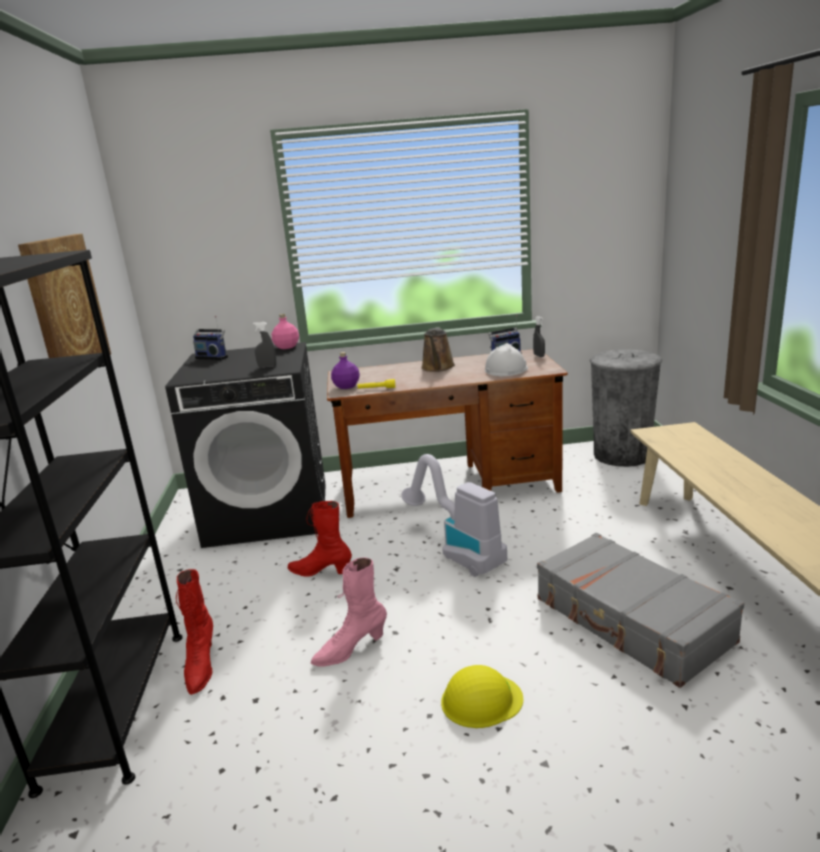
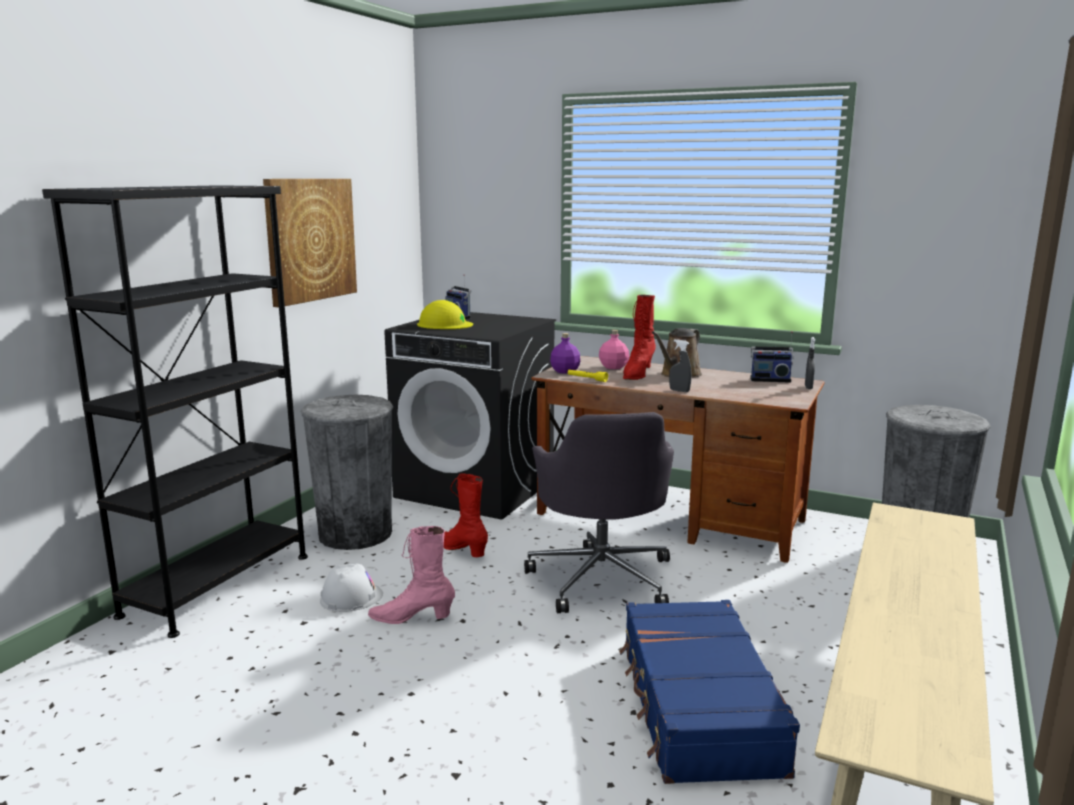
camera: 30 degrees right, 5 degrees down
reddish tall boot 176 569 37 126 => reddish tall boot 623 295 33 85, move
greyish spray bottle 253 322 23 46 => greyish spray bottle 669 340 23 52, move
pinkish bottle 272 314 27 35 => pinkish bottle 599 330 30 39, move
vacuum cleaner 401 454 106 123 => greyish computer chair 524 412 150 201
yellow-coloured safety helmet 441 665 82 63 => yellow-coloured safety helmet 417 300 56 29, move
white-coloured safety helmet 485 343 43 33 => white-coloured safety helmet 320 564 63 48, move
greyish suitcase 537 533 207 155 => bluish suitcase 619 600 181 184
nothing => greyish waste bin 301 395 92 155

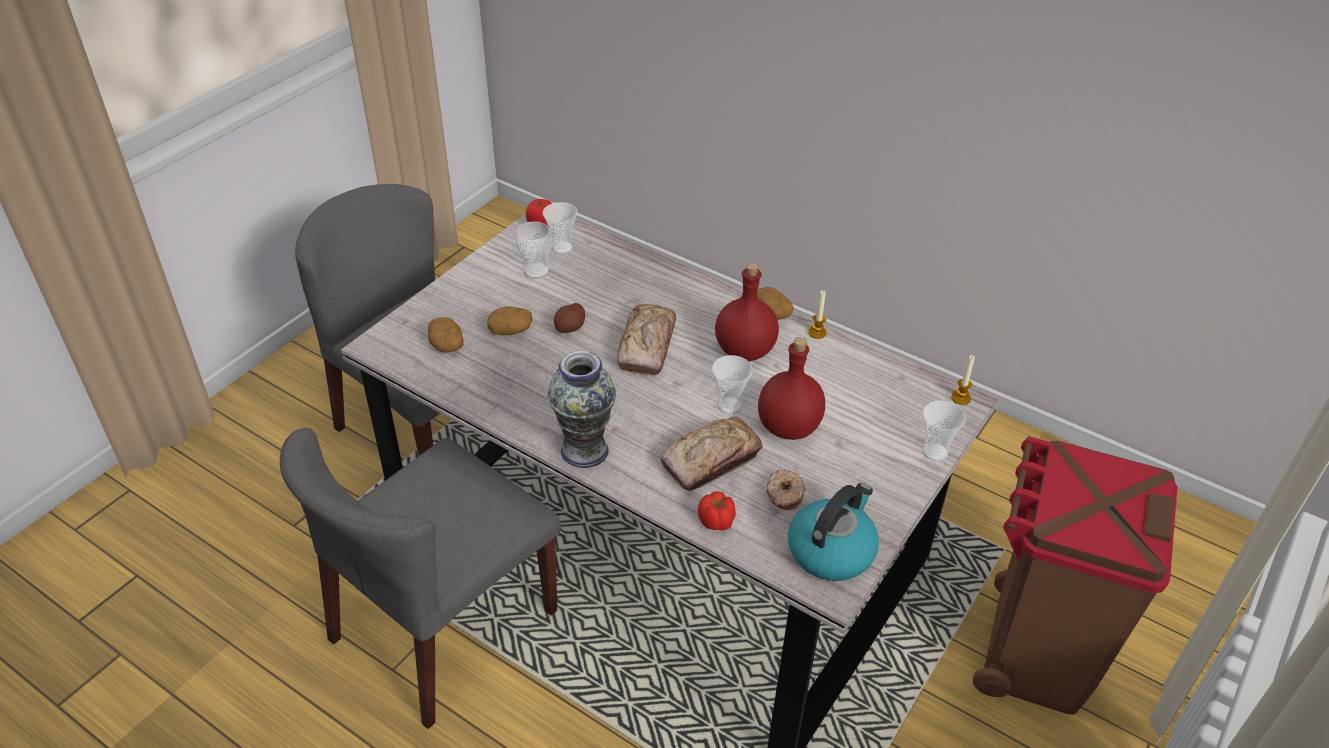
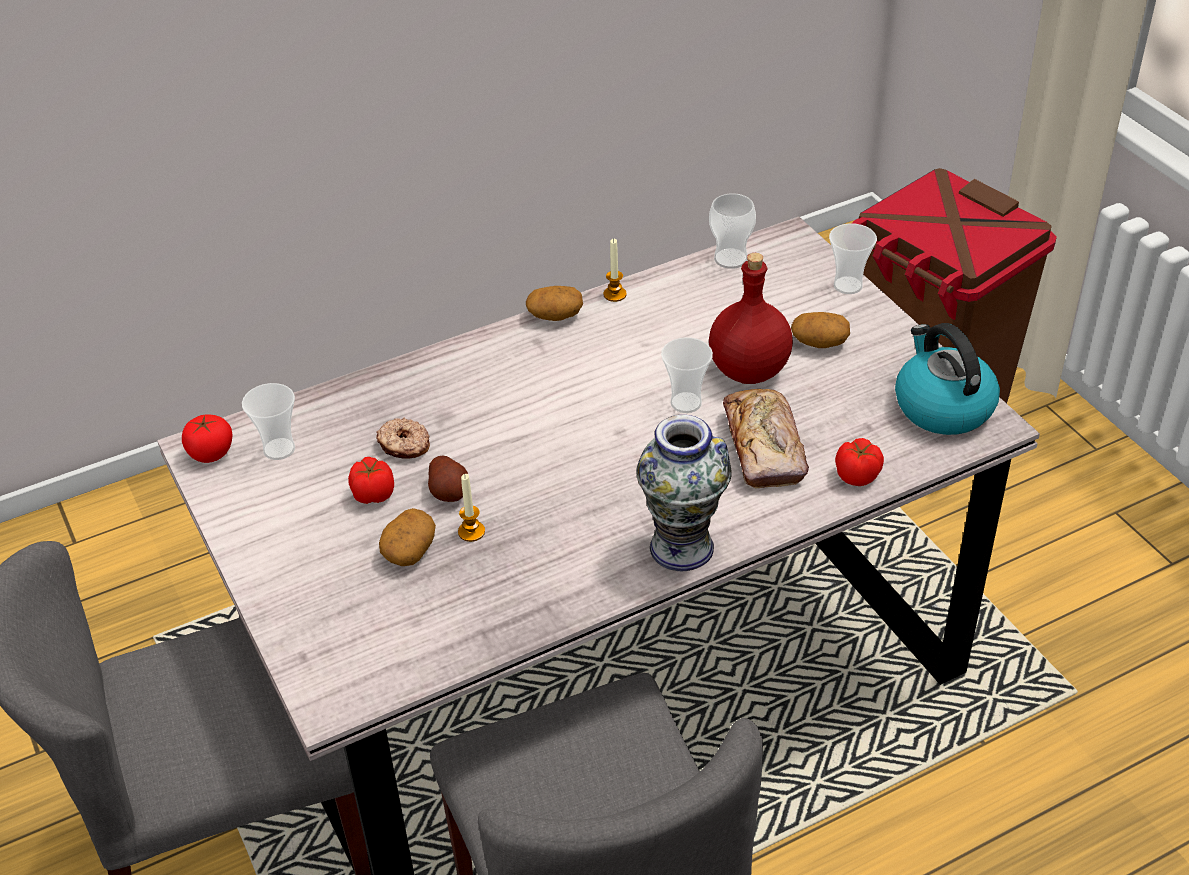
camera: 60 degrees left, 0 degrees up
whole potato 428 317 36 36 => whole potato 791 312 59 36, move
cup 516 221 36 58 => cup 709 193 47 76, move
bakery bread 617 304 59 72 => nothing
reddish bottle 715 263 64 98 => nothing
doughnut 766 470 40 40 => doughnut 376 418 54 41, move
wax candle 951 355 24 50 => wax candle 458 474 27 68, move
nothing => fresh tomato 348 457 46 47

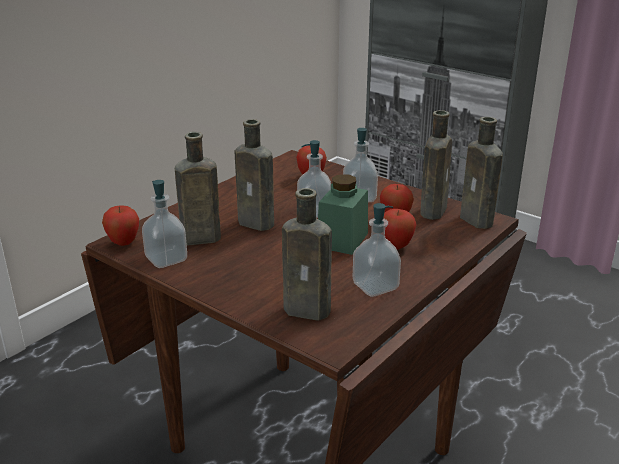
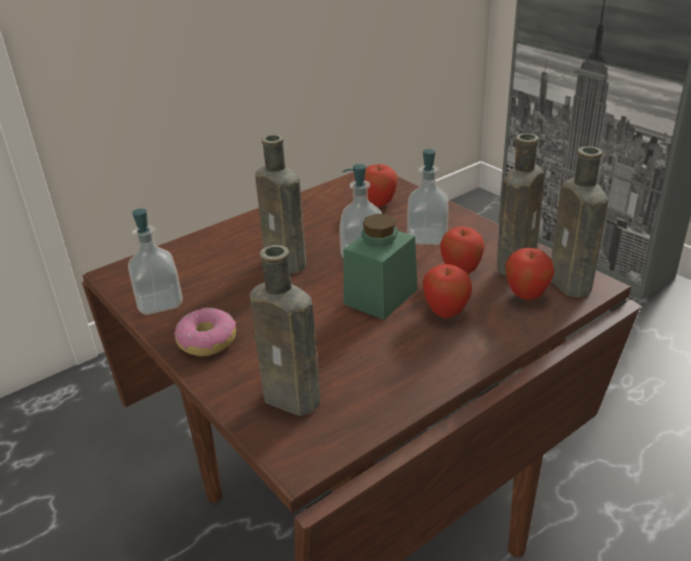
camera: 15 degrees right, 5 degrees up
whole apple 102 206 37 40 => whole apple 505 248 50 52, move
brownish bottle 175 132 46 114 => nothing
soap bottle 353 203 48 94 => nothing
nothing => doughnut 174 307 62 49

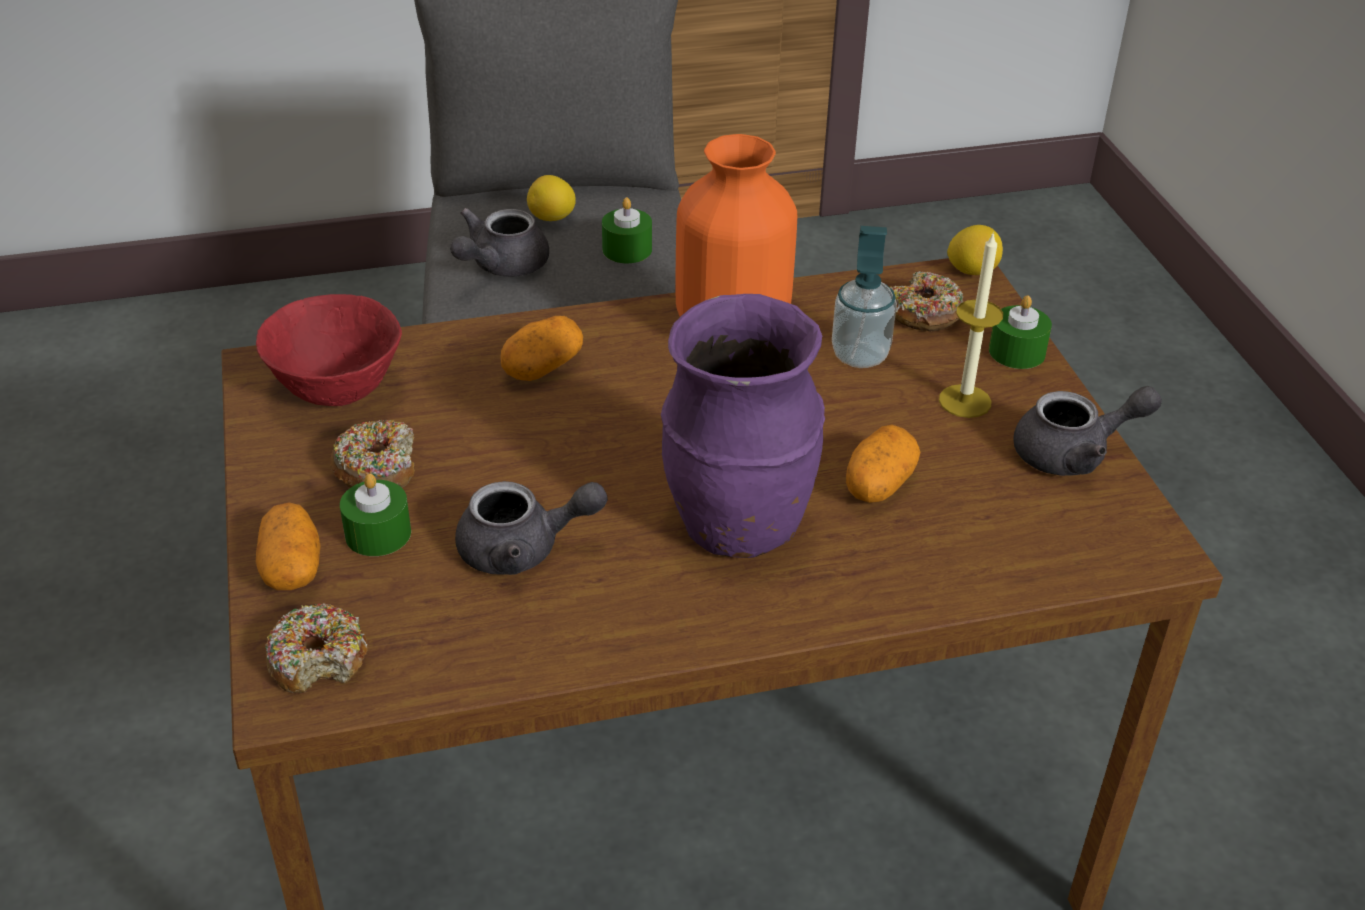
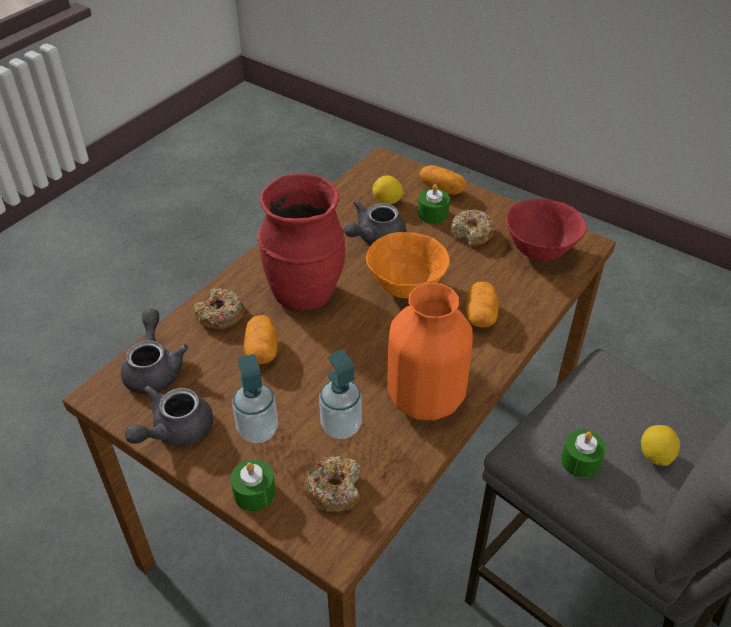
camera: 140 degrees right, 5 degrees up
doughnut 265 603 102 90 => doughnut 194 288 51 42, move
greyish teapot 450 208 99 69 => greyish teapot 121 309 67 86, move
purple-coloured decorative vase 661 294 164 264 => reddish decorative vase 257 174 88 138
wax candle 939 231 64 187 => soap bottle 232 354 46 89
lemon 947 225 56 50 => lemon 372 175 31 29, move
nothing => orangey serving bowl 366 232 84 67

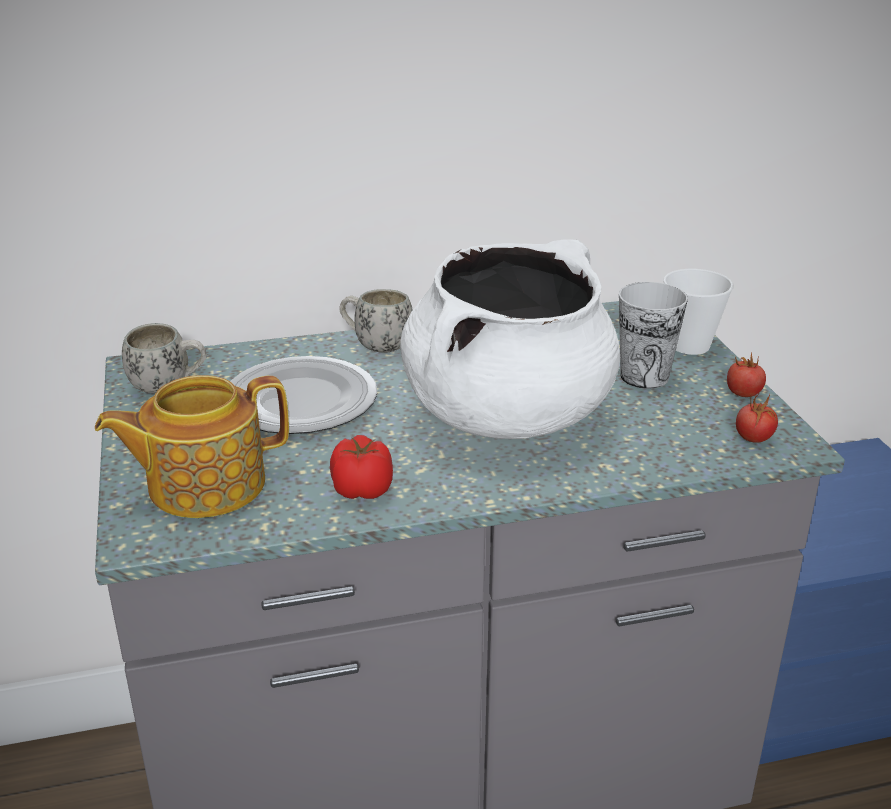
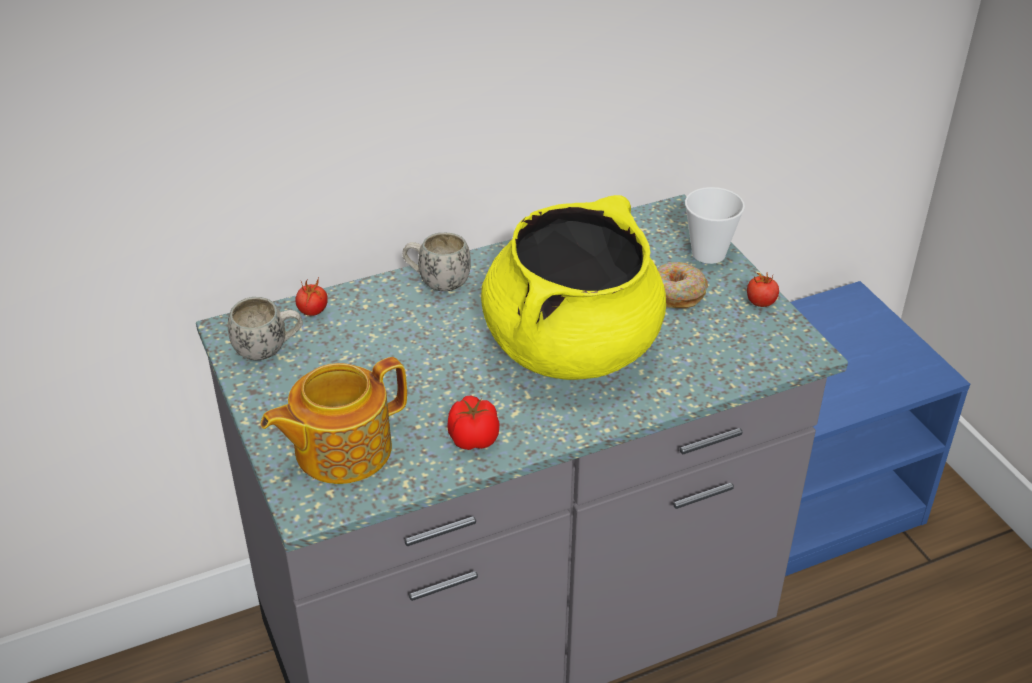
camera: 10 degrees left, 10 degrees up
flat dish 230 356 147 78 => nothing
white-coloured stockpot 400 239 220 200 => yellow-coloured stockpot 481 195 185 185
cup 619 282 69 107 => doughnut 657 262 51 46
fresh tomato 736 394 42 49 => fresh tomato 295 276 33 40, move

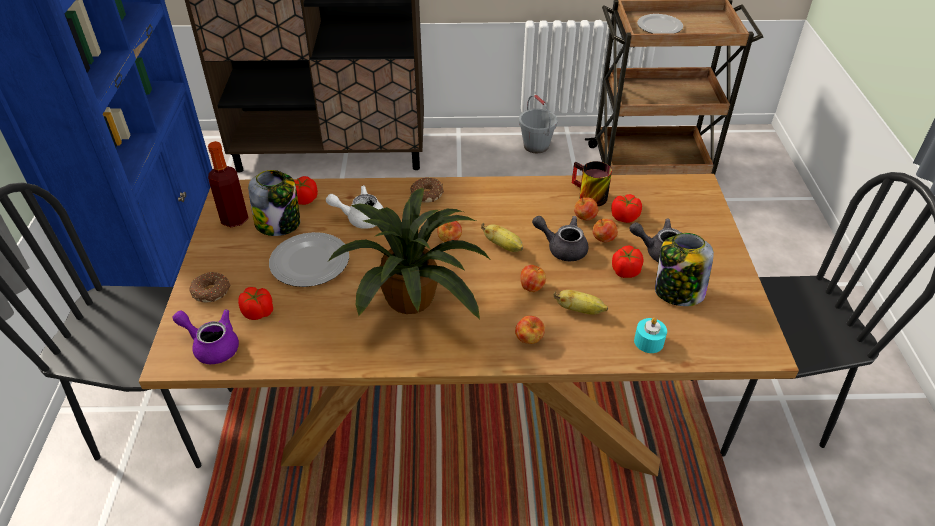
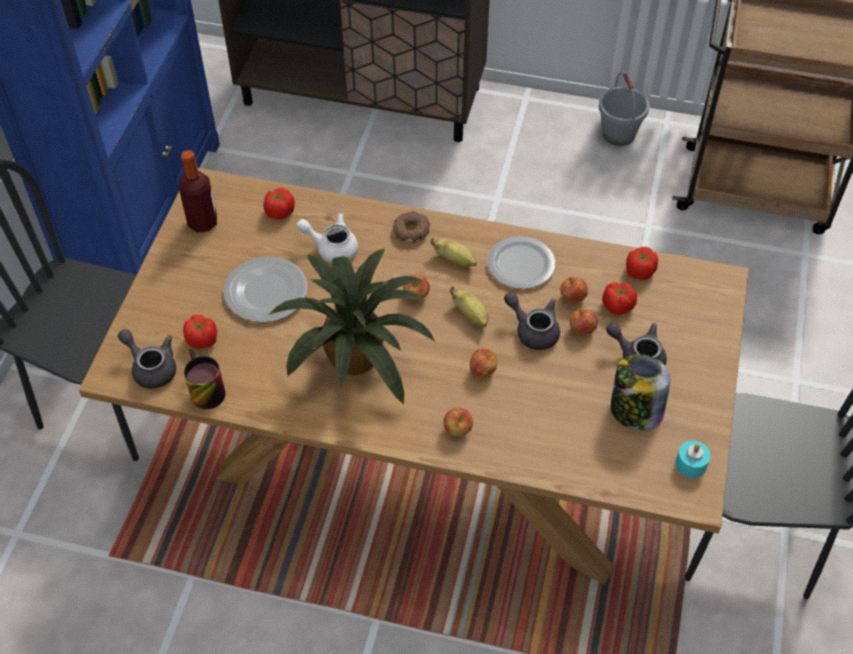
camera: 15 degrees right, 10 degrees up
purple-coloured teapot 173 310 66 54 => greyish teapot 118 329 58 60
doughnut 189 272 41 31 => nothing
storage jar 248 170 52 66 => nothing
banana fruit 554 290 54 25 => banana fruit 431 238 46 29, move
coffee mug 572 161 40 45 => coffee mug 184 349 42 60, move
fresh tomato 612 246 32 32 => fresh tomato 626 247 32 33, move
turquoise wax candle 634 318 33 35 => turquoise wax candle 676 441 34 37, move
flat dish 637 14 46 20 => flat dish 487 236 69 53, move

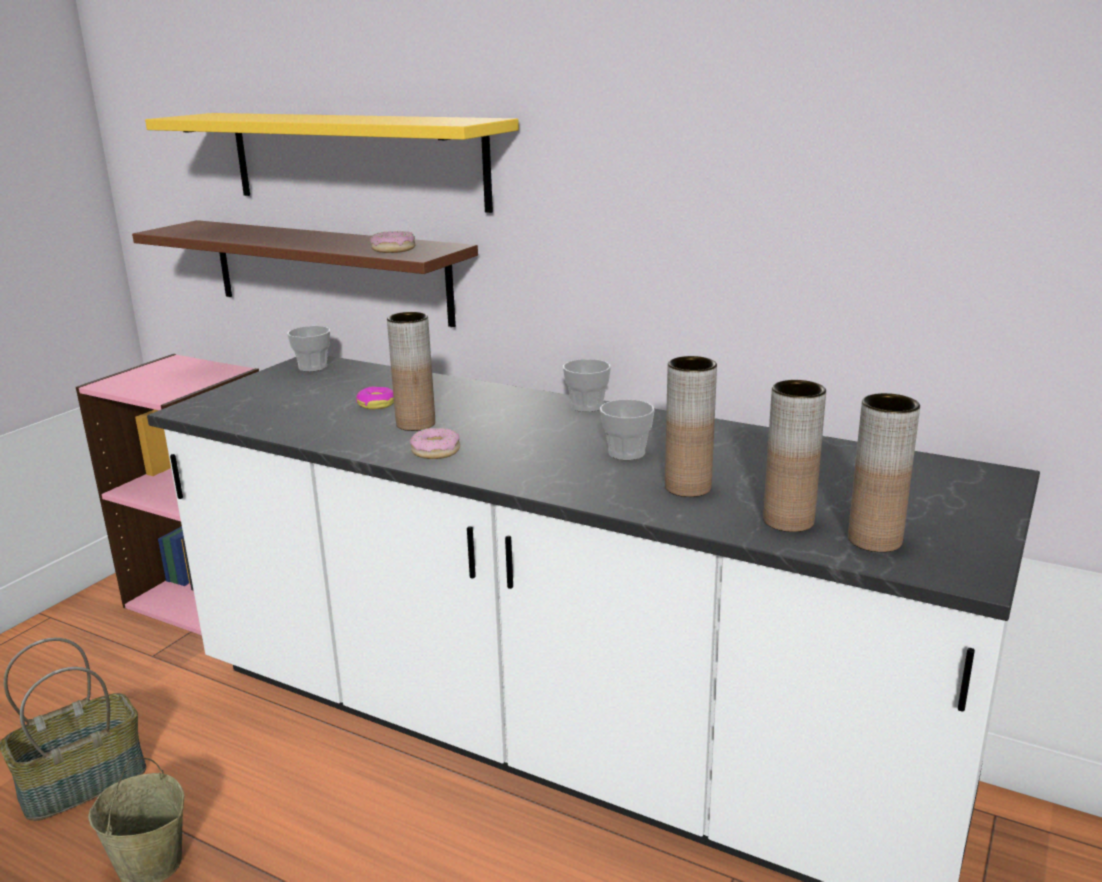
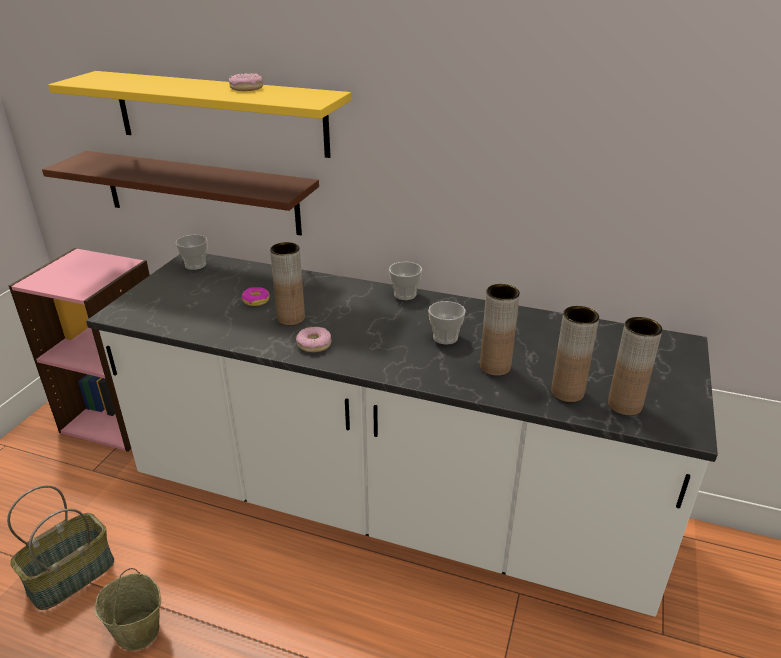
camera: 10 degrees left, 10 degrees up
doughnut 370 231 46 22 => doughnut 228 73 35 18, move

